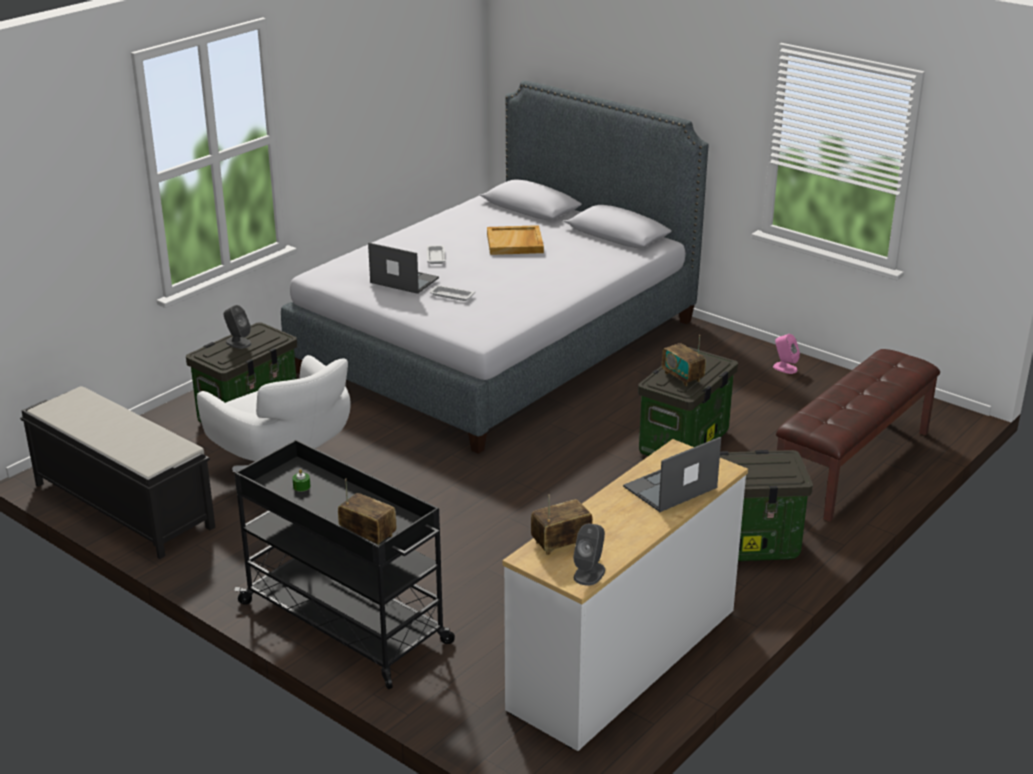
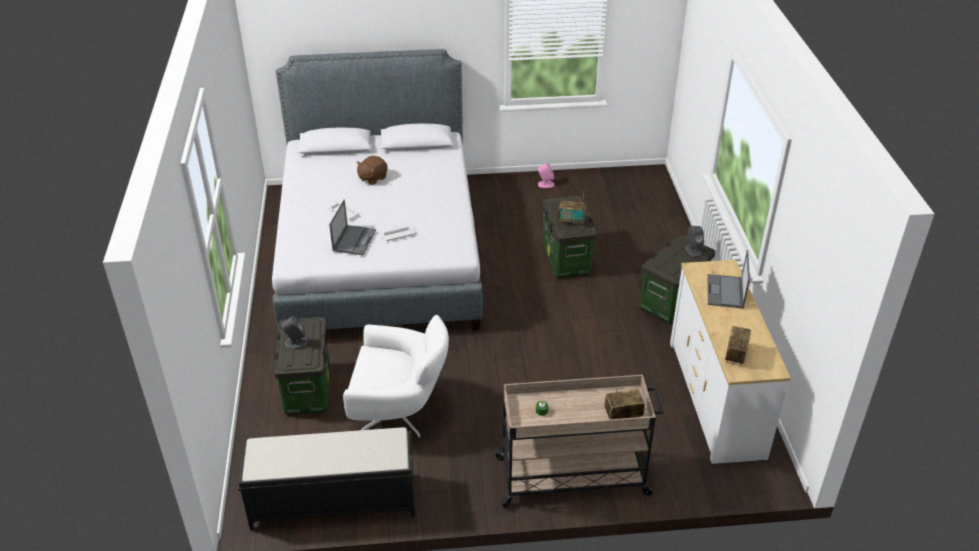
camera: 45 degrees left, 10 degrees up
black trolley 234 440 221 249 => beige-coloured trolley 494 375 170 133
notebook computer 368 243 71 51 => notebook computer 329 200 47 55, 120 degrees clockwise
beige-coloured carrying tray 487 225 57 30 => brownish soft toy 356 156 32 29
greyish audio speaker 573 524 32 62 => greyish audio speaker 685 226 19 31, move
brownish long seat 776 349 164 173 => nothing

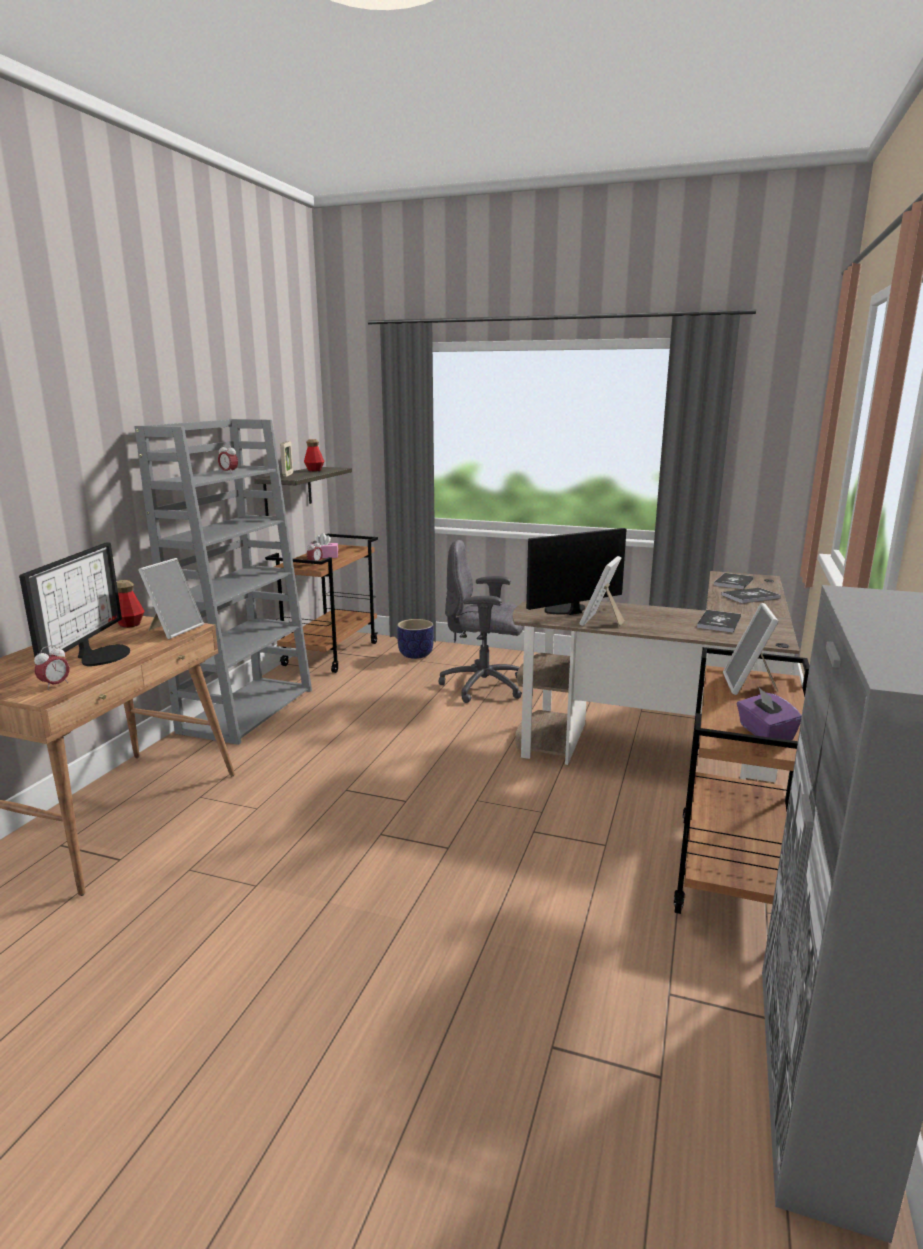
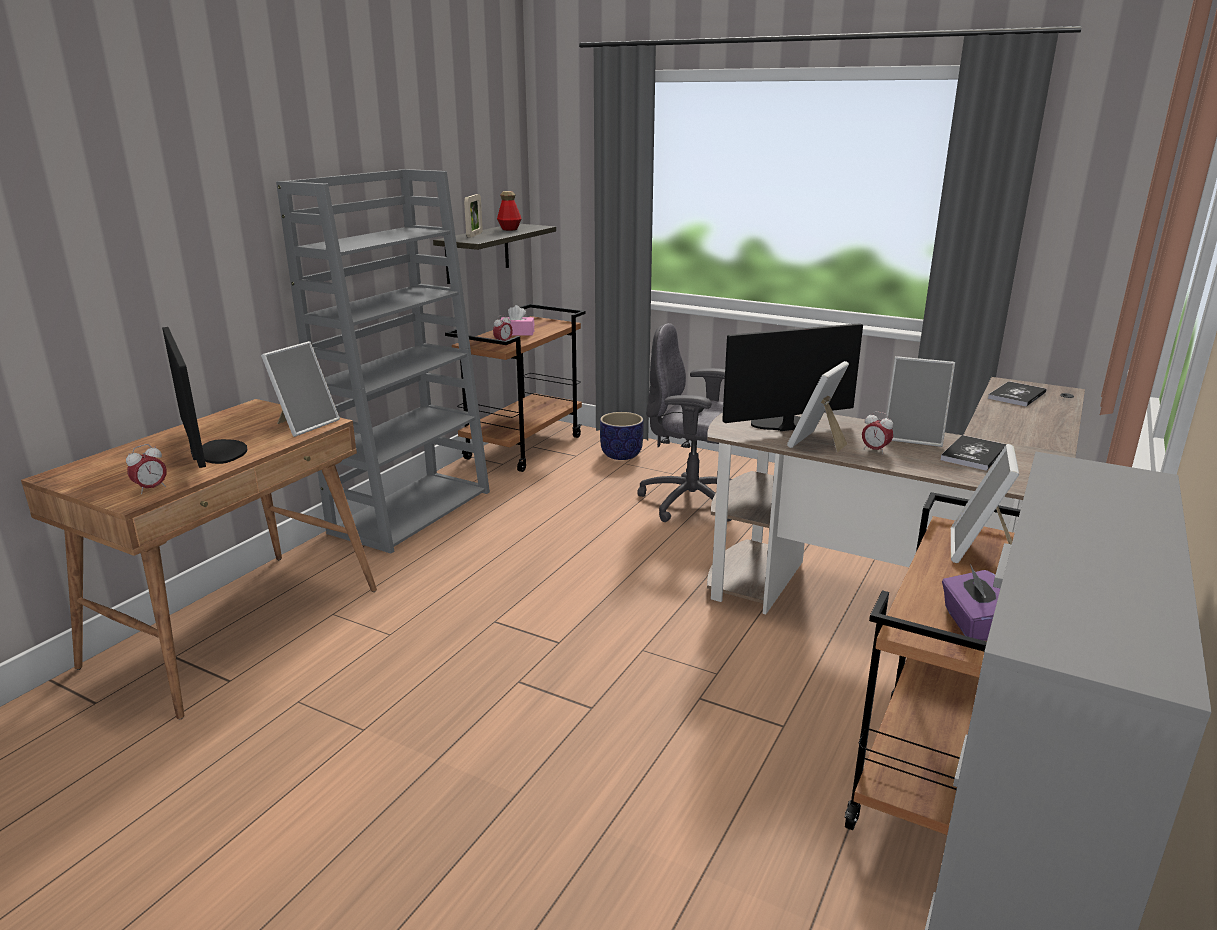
camera: 10 degrees right, 5 degrees up
computer screen 19 542 111 124 => computer screen 162 327 85 141, 45 degrees counterclockwise
bottle 117 580 27 48 => nothing
alarm clock 218 444 20 30 => alarm clock 862 411 31 43, move
volume 721 588 60 15 => nothing
nothing => standing frame 886 356 69 91

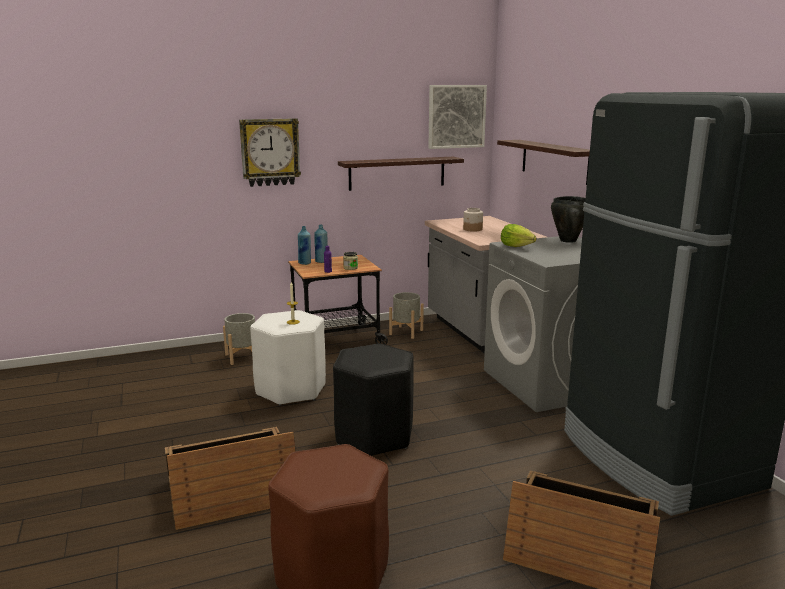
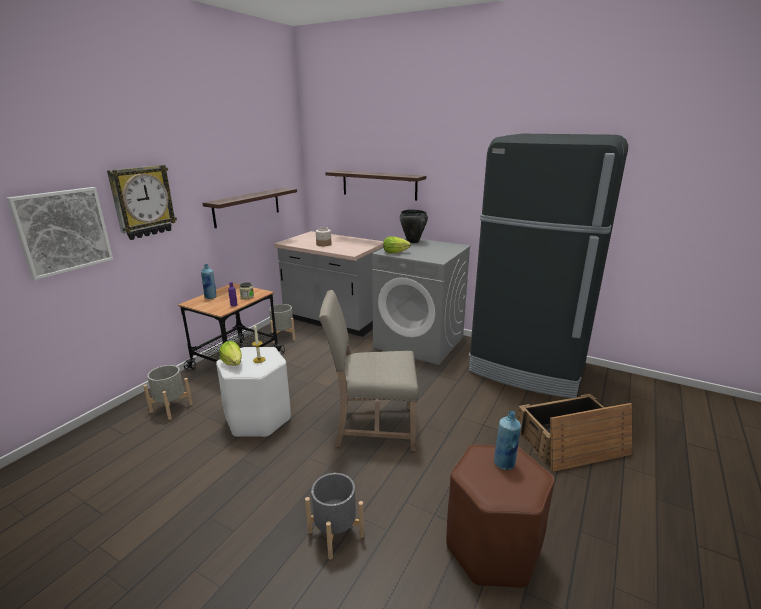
camera: 40 degrees left, 5 degrees up
shipping crate 165 427 131 103 => greyish planter 305 473 59 87
bluish bottle 298 226 13 39 => bluish bottle 494 411 27 59, move
black stool 333 344 81 112 => beige-coloured plain chair 319 290 100 161
wall picture 428 85 59 64 => wall picture 6 187 107 93, move
nothing => lettuce 219 341 23 25

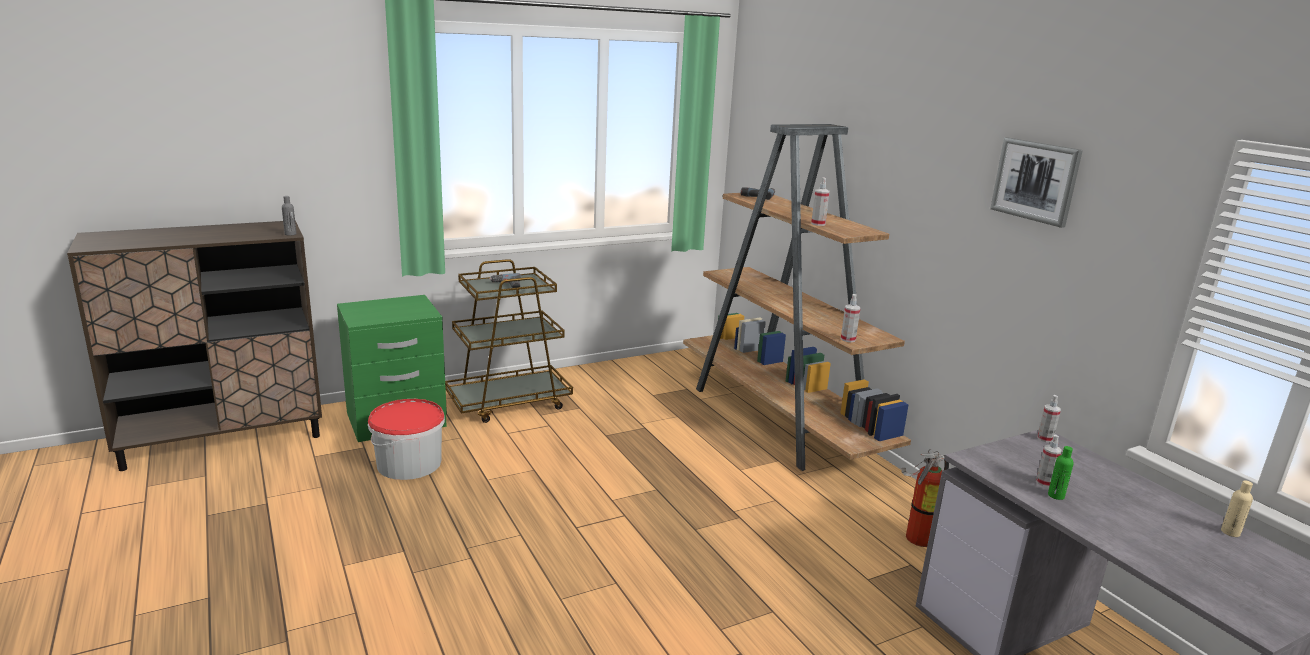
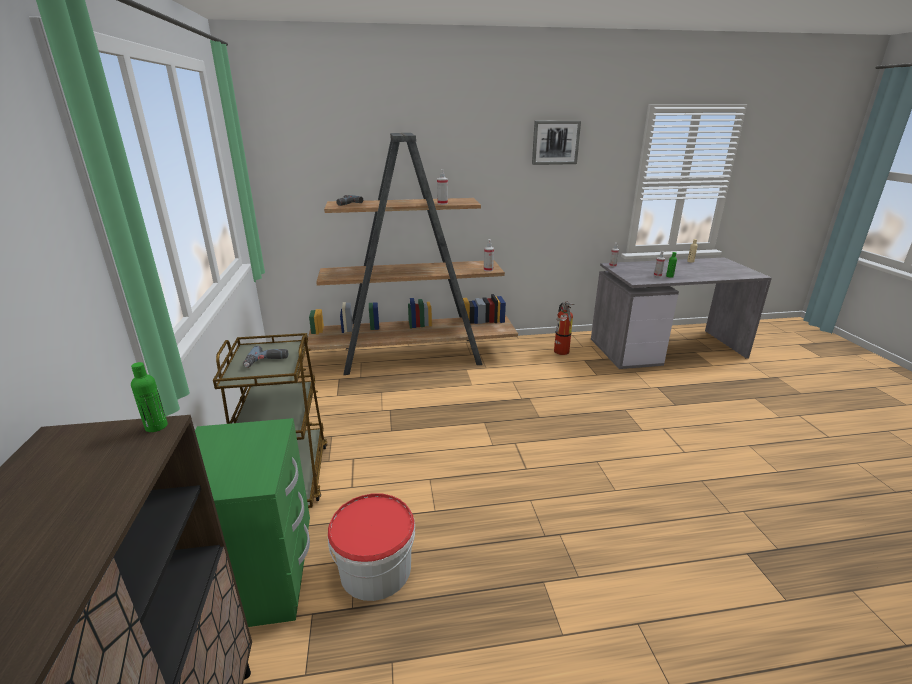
camera: 70 degrees left, 5 degrees up
greyish bottle 282 196 15 40 => greenish bottle 131 362 37 70

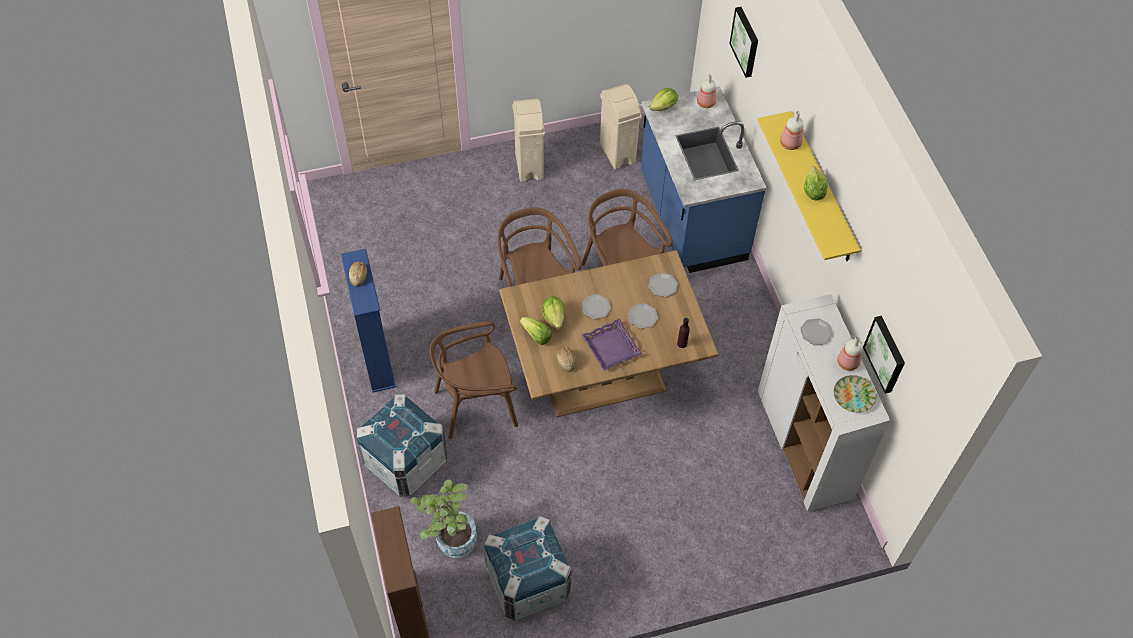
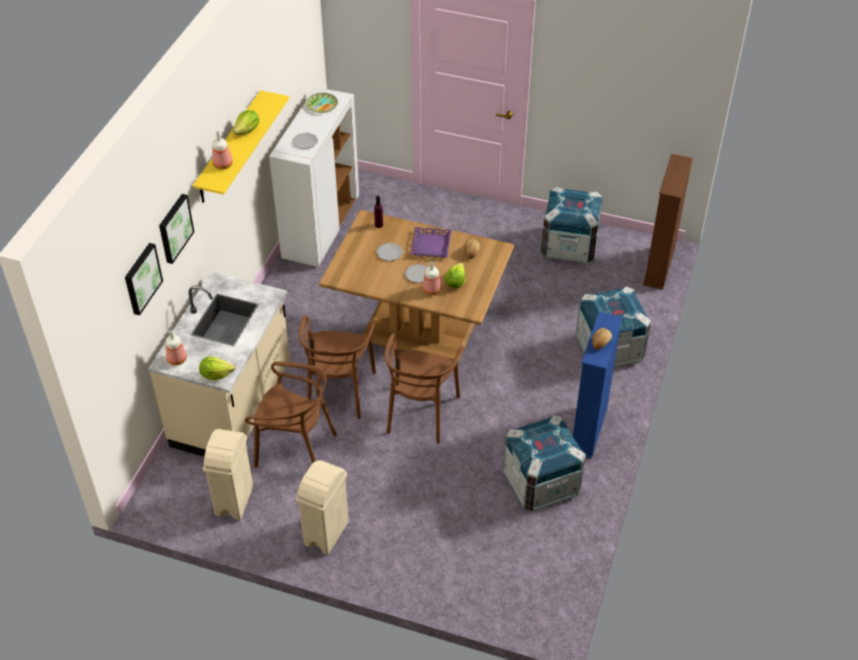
camera: 145 degrees left, 10 degrees down
plant in a pot 410 480 67 78 => nothing
brownish plain chair 430 321 88 118 => brownish plain chair 245 362 92 106, move
lettuce 520 317 32 28 => nothing
bluish kitchen counter 641 86 126 187 => beige-coloured kitchen counter 148 272 142 185
flat dish 648 272 30 25 => nothing
bottle 837 336 26 35 => bottle 422 261 19 34, move
wall picture 863 316 42 78 => wall picture 159 194 35 70, move
nothing => shipping crate 503 415 83 97

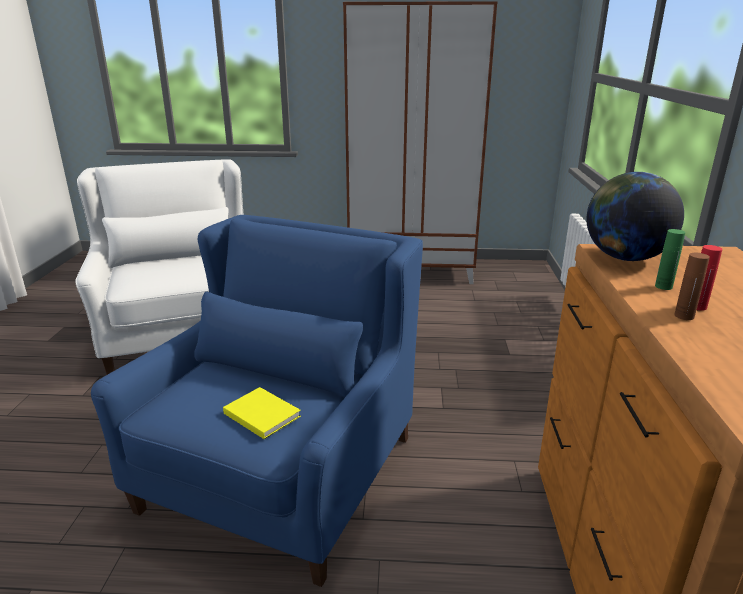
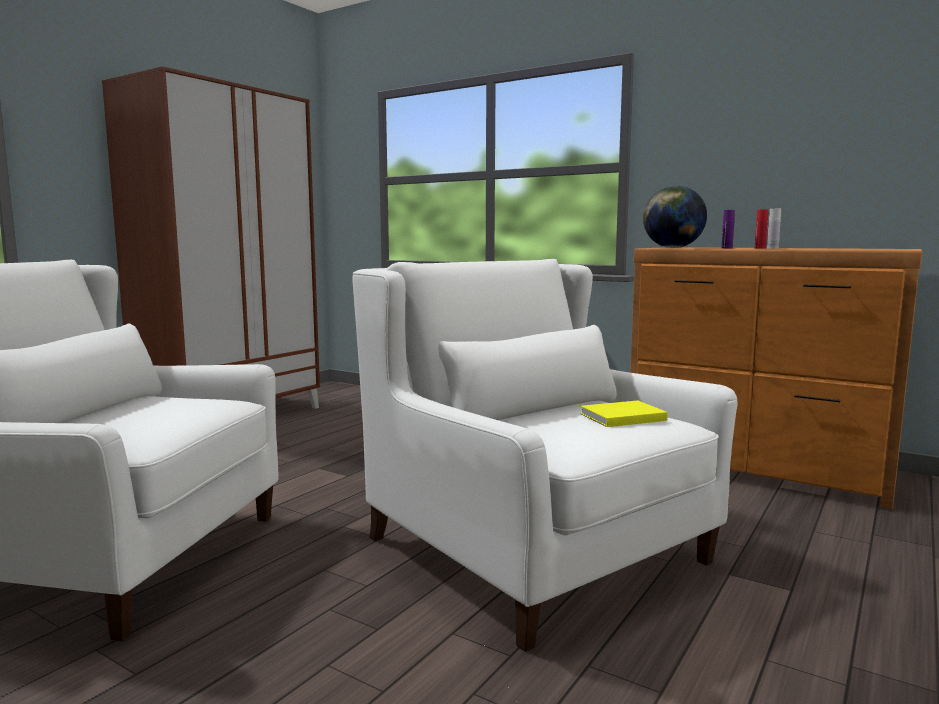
camera: 60 degrees left, 15 degrees down
bluish lounge chair 91 215 332 372 => white-coloured lounge chair 353 259 385 393
greenish bottle 655 229 30 61 => purple-coloured bottle 722 210 13 38
brownish bottle 674 253 36 67 => white-coloured bottle 767 209 14 40

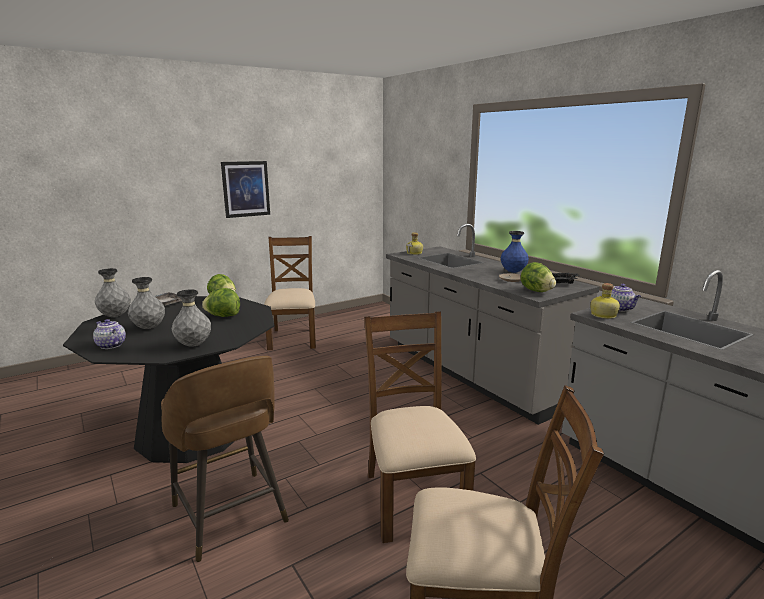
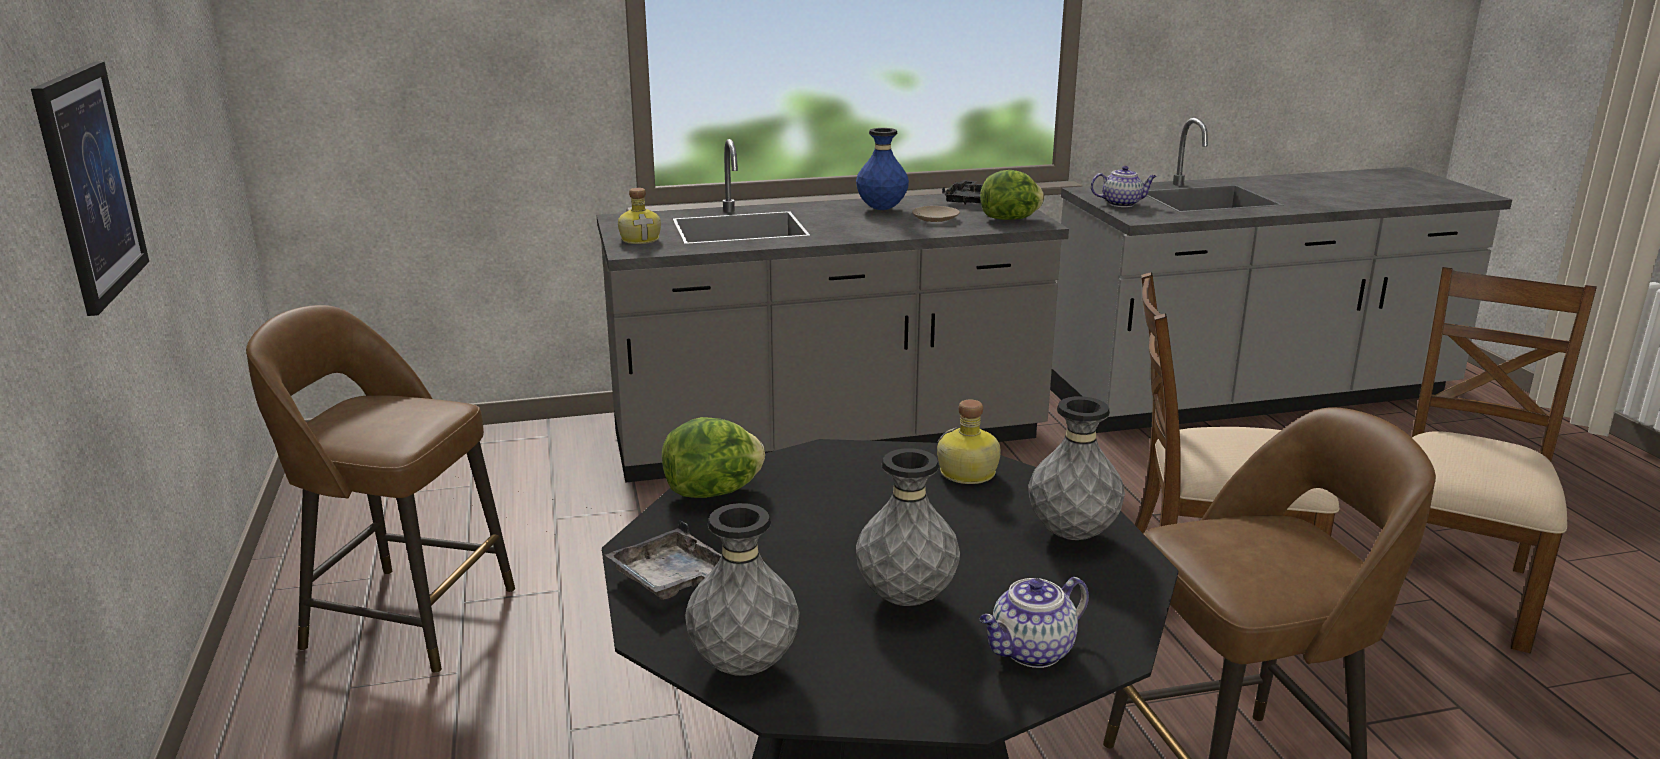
camera: 70 degrees left, 5 degrees up
lettuce 202 288 38 29 => nothing
brownish plain chair 264 236 52 114 => brownish stool 246 305 269 368
bottle 590 283 30 36 => bottle 937 400 64 84, move

